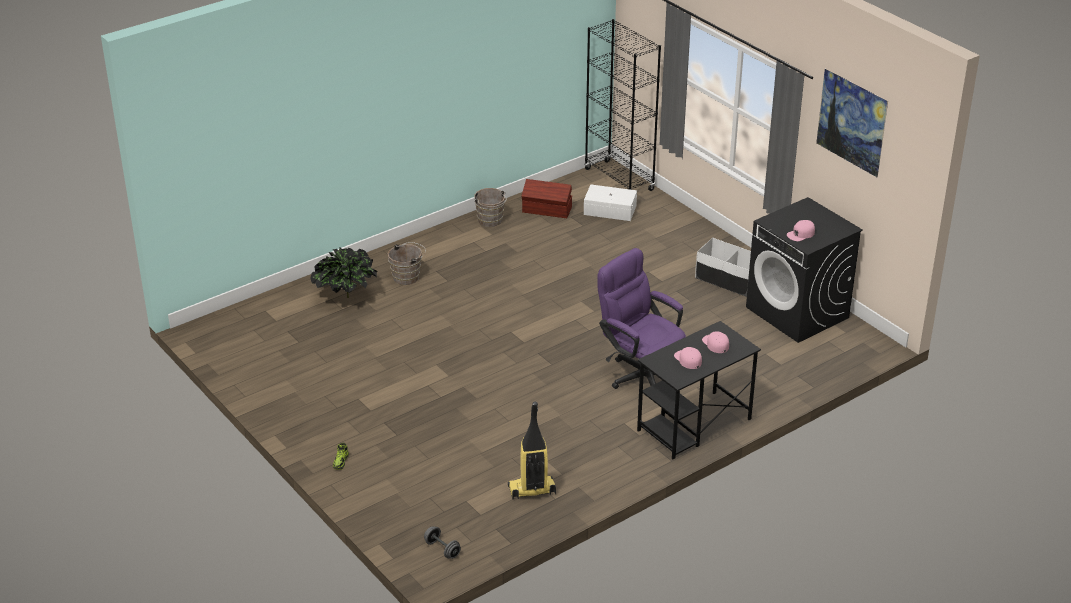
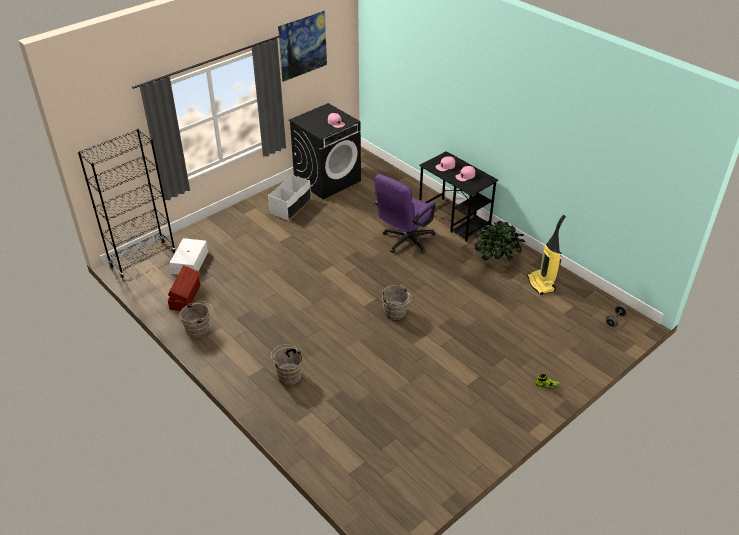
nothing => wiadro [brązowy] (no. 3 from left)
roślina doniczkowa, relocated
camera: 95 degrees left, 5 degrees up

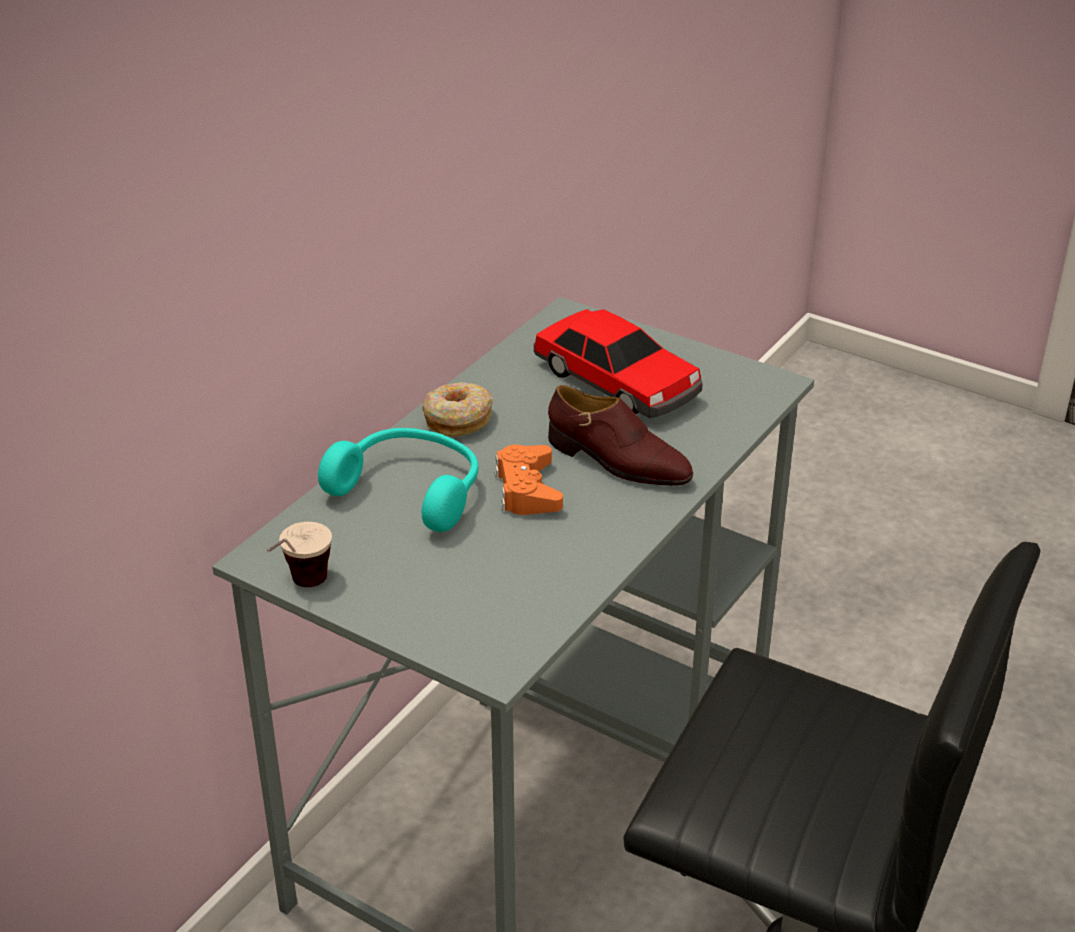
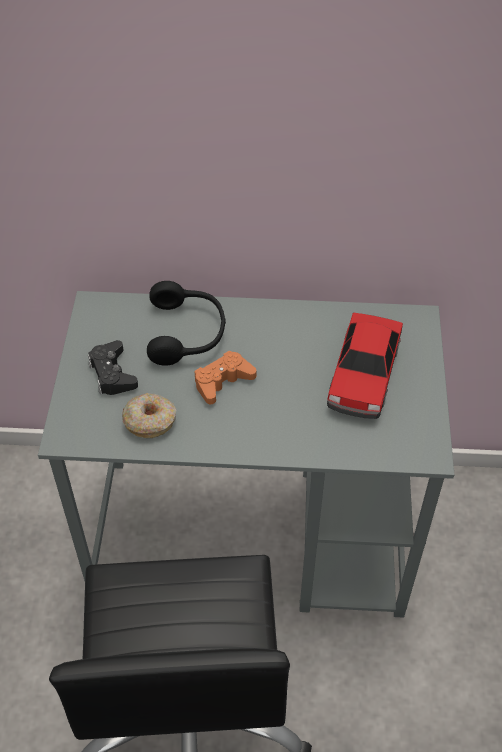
filiżanka => nothing
but [brązowy] => nothing
nothing => pad do gier [czarny]
donut, relocated
słuchawki [turkusowy] => słuchawki [czarny]
camera: 60 degrees right, 15 degrees up

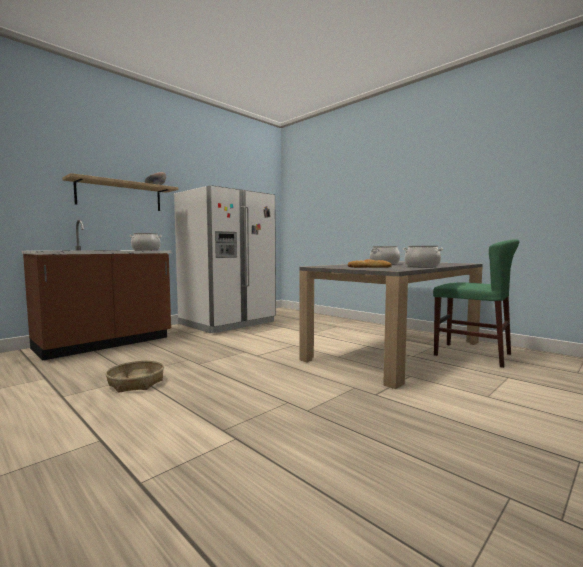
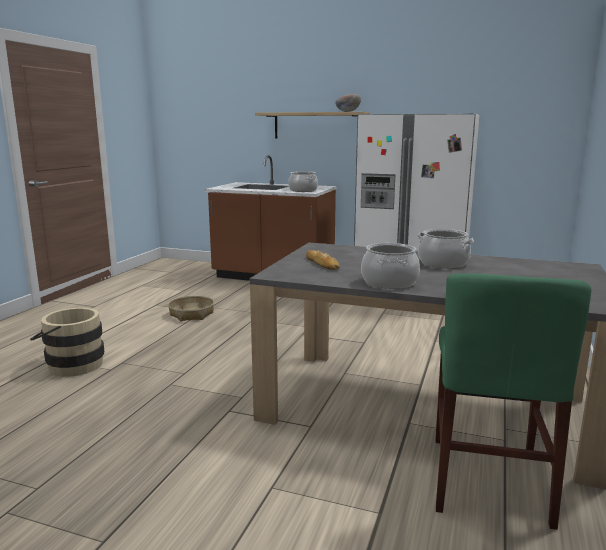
nothing => wiadro [beżowy]
camera: 65 degrees right, 10 degrees up

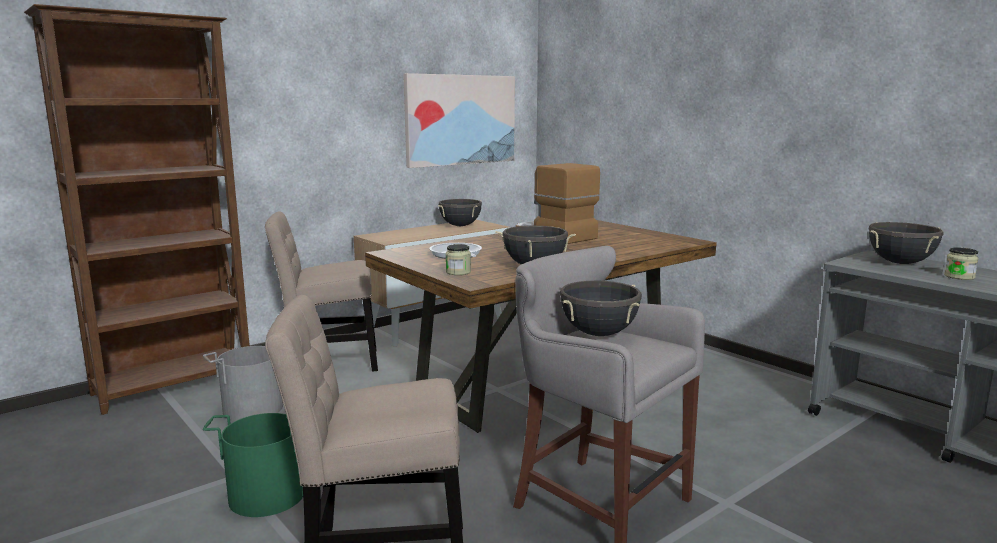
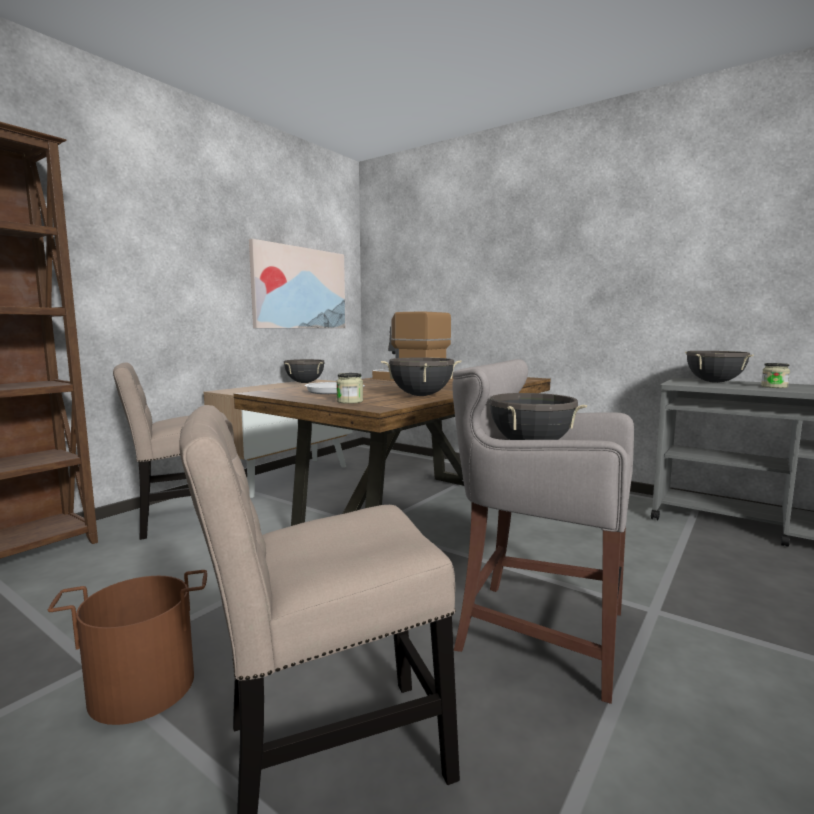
wiadro [szary] => nothing
wiadro [zielony] => wiadro [brązowy]
camera: 15 degrees left, 5 degrees down

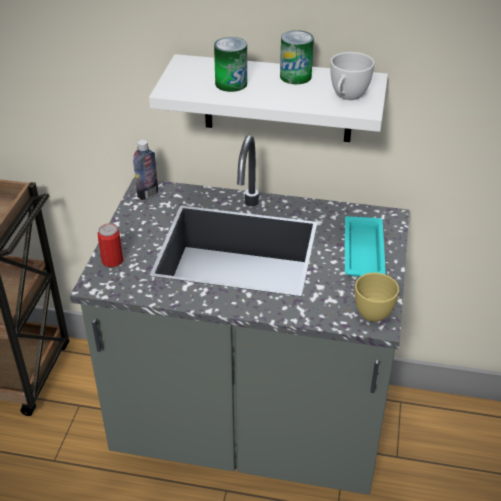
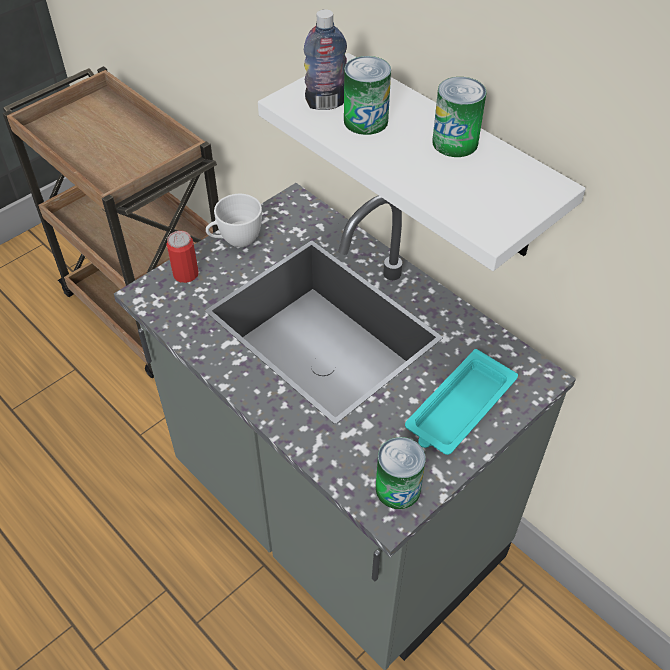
butelka, relocated
filiżanka [biały], relocated
filiżanka [żółty] => puszka (no. 3 from left)
camera: 35 degrees right, 10 degrees up

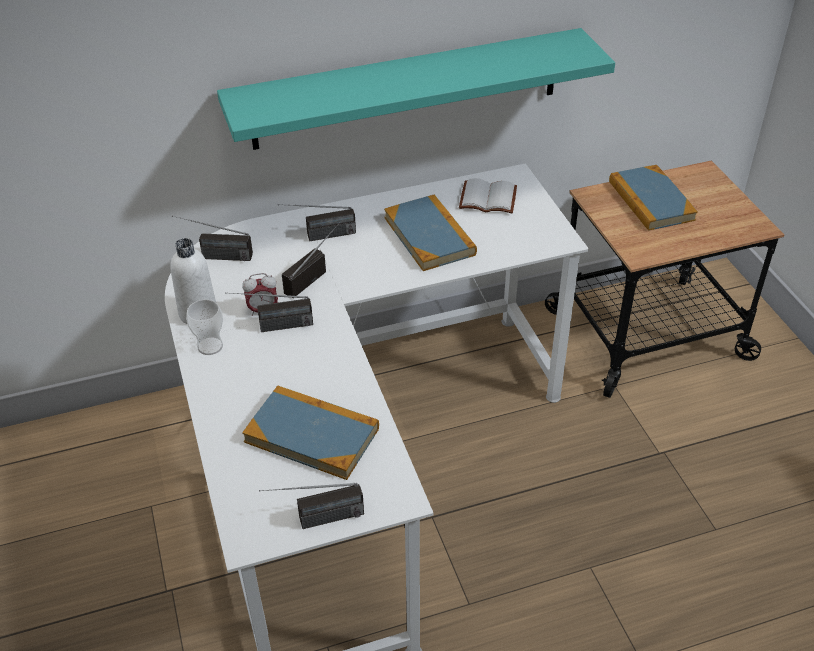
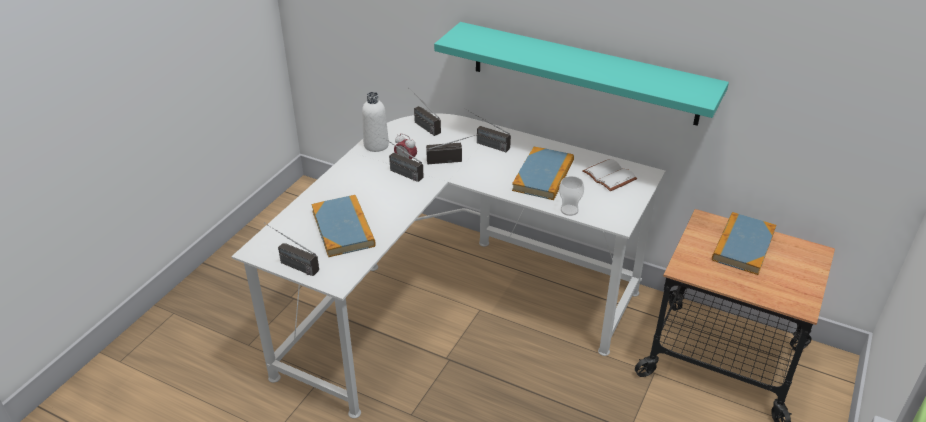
filiżanka, relocated
camera: 45 degrees right, 5 degrees down

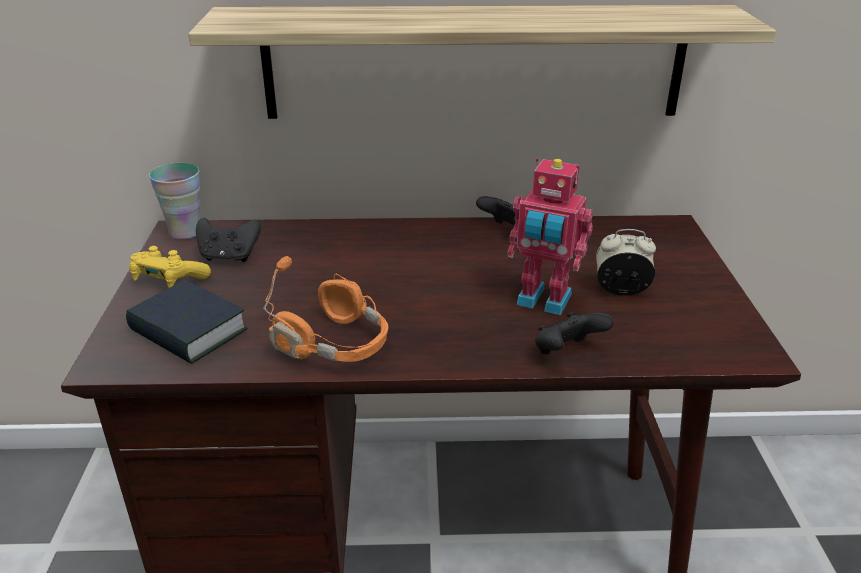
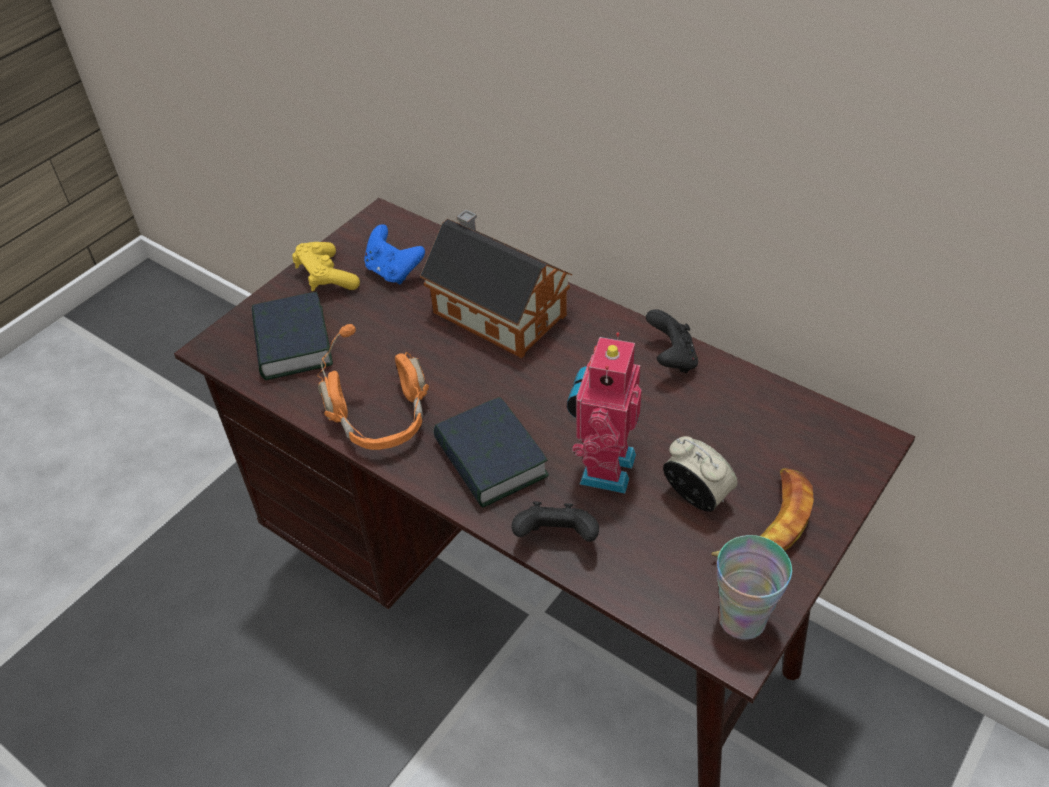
półka => nothing
nothing => domek
nothing => książka (no. 2 from left)
nothing => banan
filiżanka, relocated
pad do gier [czarny] (no. 1 from left) => pad do gier [niebieski]
robot zabawkowy, 45 degrees clockwise
camera: 40 degrees right, 15 degrees up

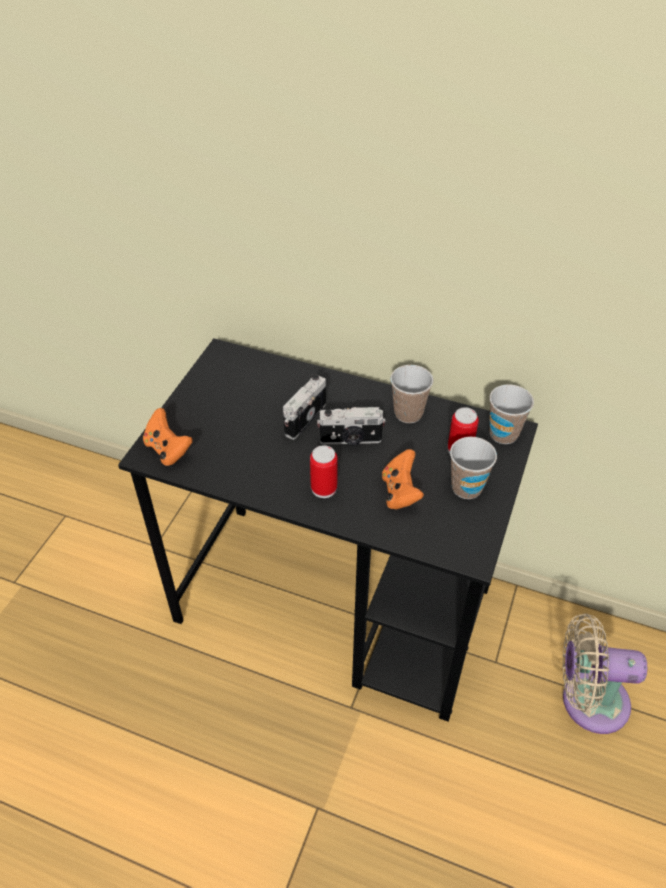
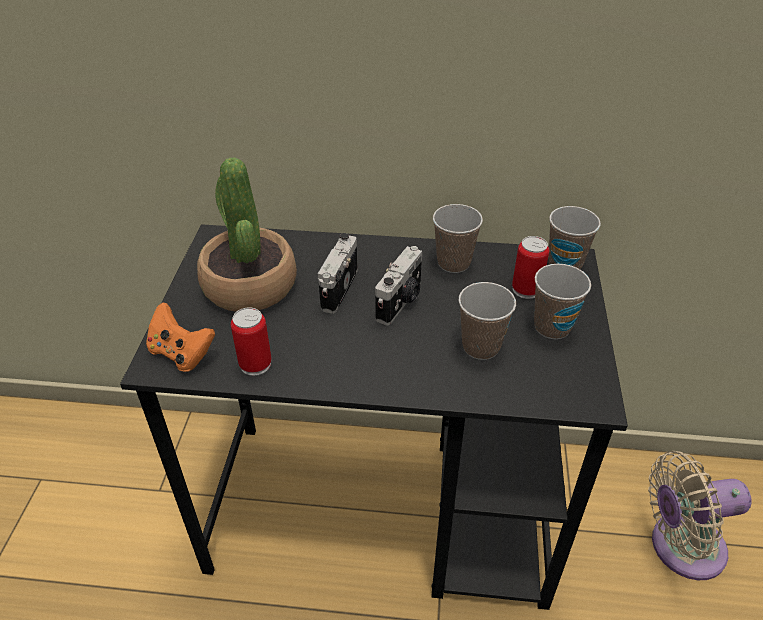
nothing => roślina doniczkowa
puszka (no. 1 from left), relocated
pad do gier [pomarańczowy] (no. 2 from left) => filiżanka (no. 2 from left)
aparat fotograficzny (no. 2 from left), 45 degrees counterclockwise
camera: 15 degrees left, 5 degrees down

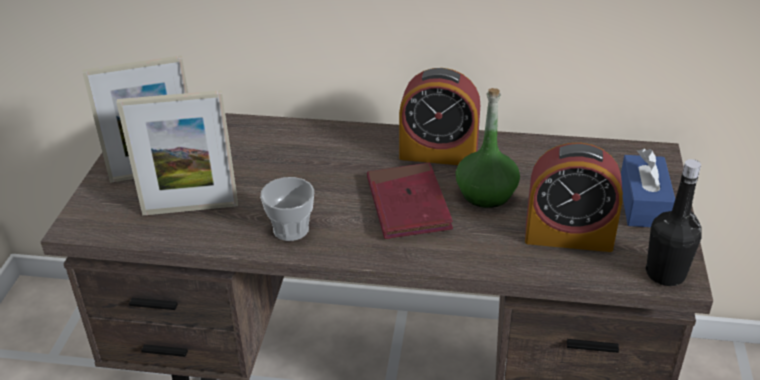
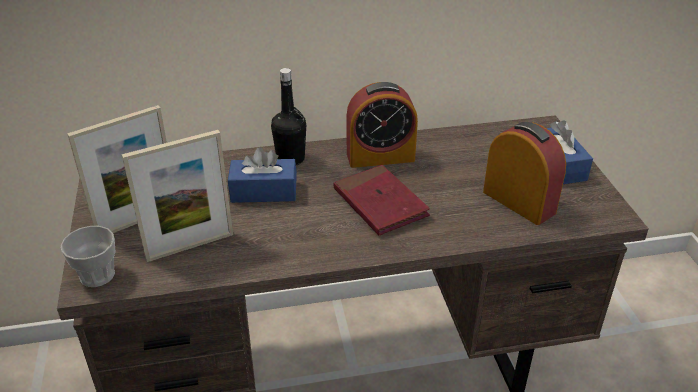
butelka [zielony] => nothing
nothing => pudełko chusteczek [niebieski] (no. 1 from left)
filiżanka, relocated
butelka [czarny], relocated
budzik (no. 2 from left), 120 degrees counterclockwise
camera: 20 degrees left, 0 degrees up

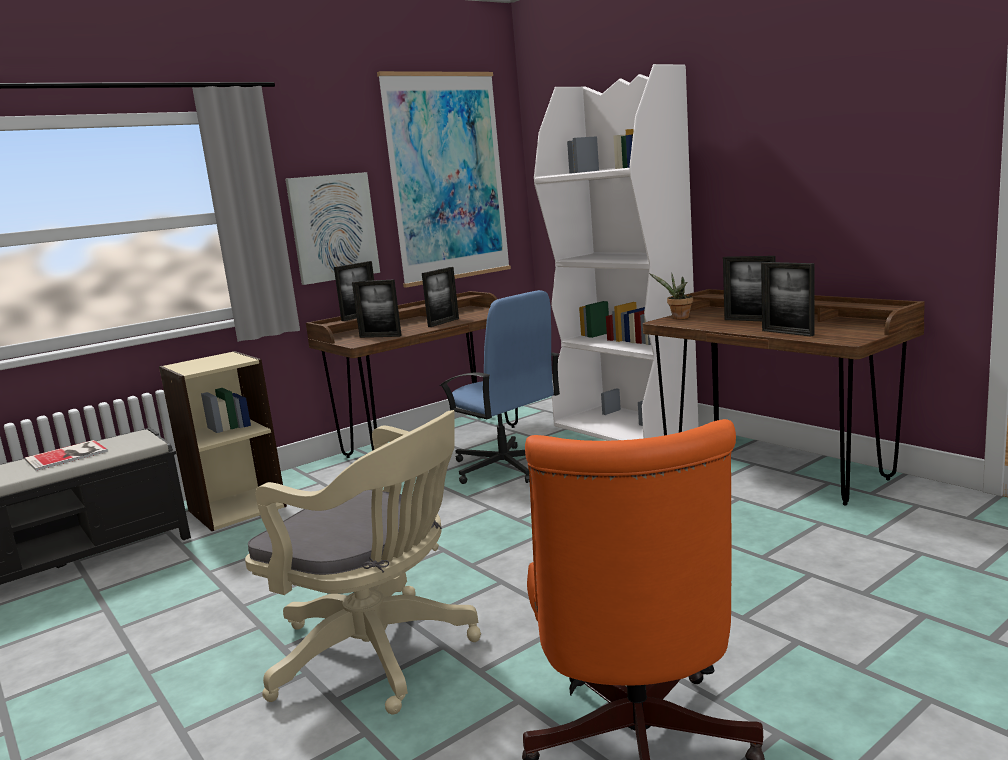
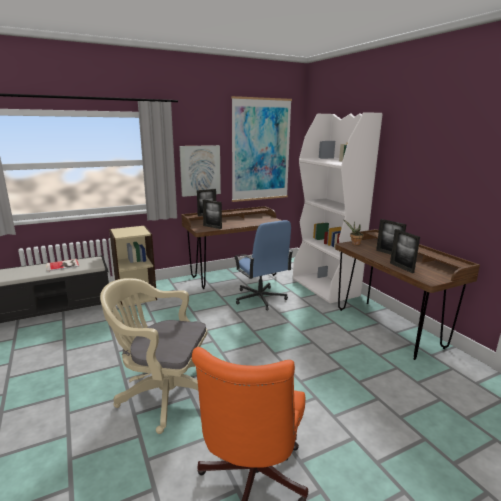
ramka na zdjęcie (no. 3 from left) => nothing
krzesło biurowe [beżowy], 150 degrees clockwise
camera: 10 degrees right, 5 degrees up

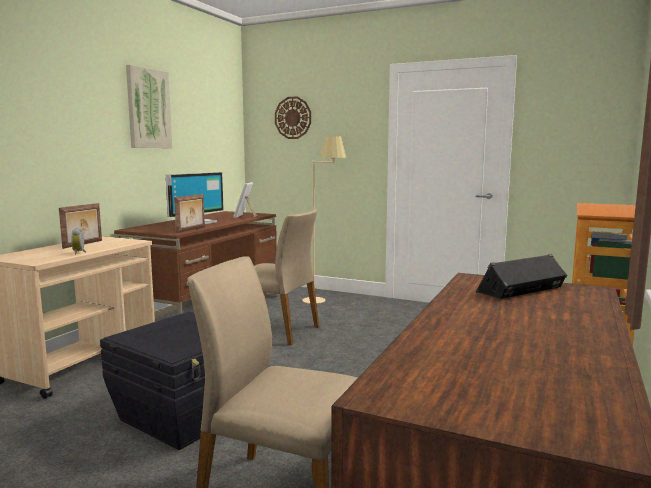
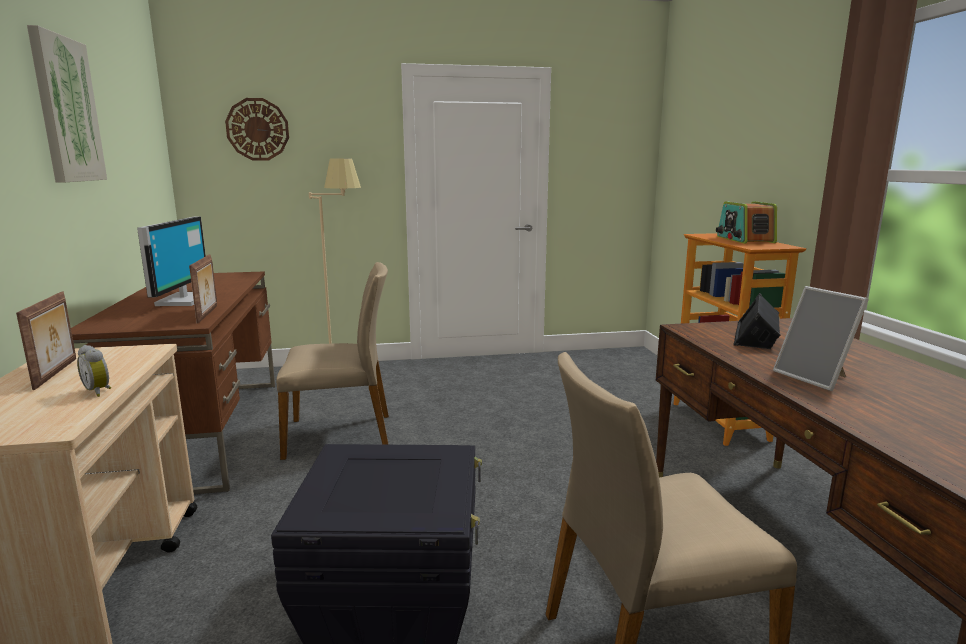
nothing => radio
ramka na zdjęcie (no. 3 from left), relocated
camera: 35 degrees left, 5 degrees up

